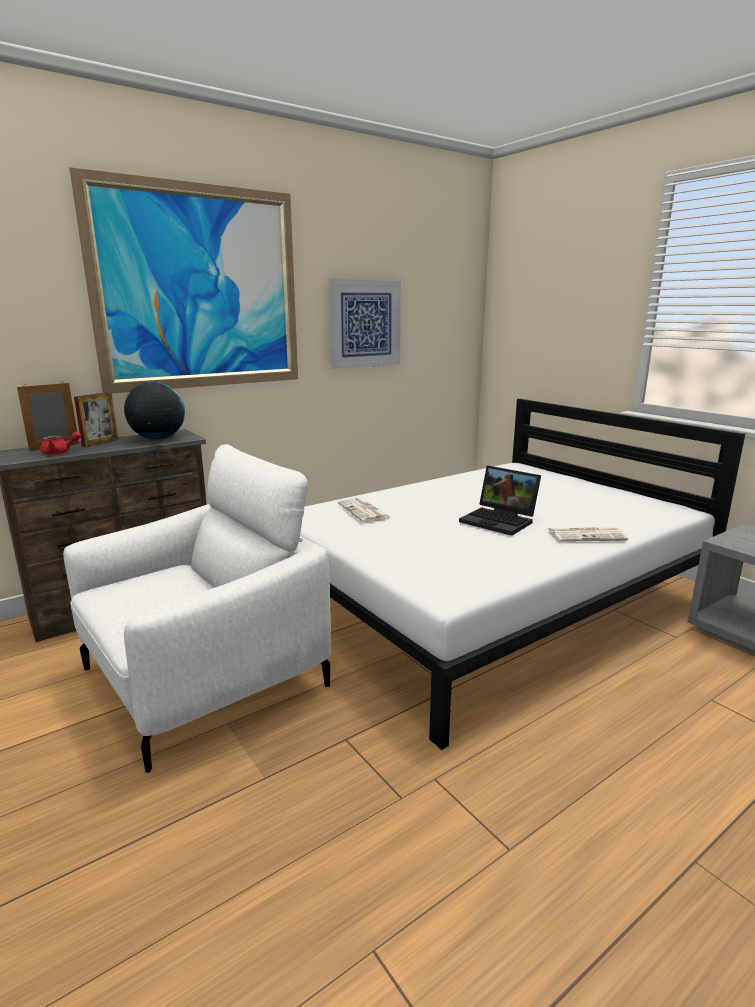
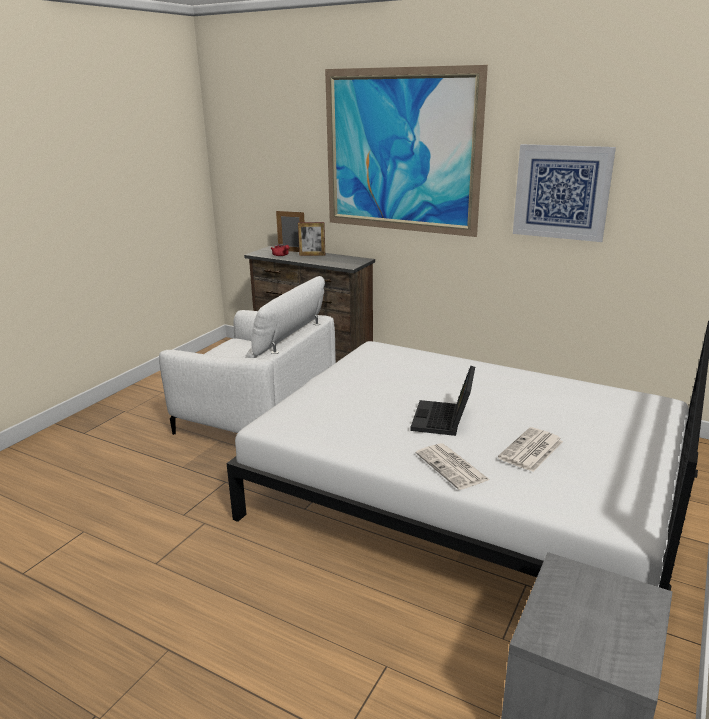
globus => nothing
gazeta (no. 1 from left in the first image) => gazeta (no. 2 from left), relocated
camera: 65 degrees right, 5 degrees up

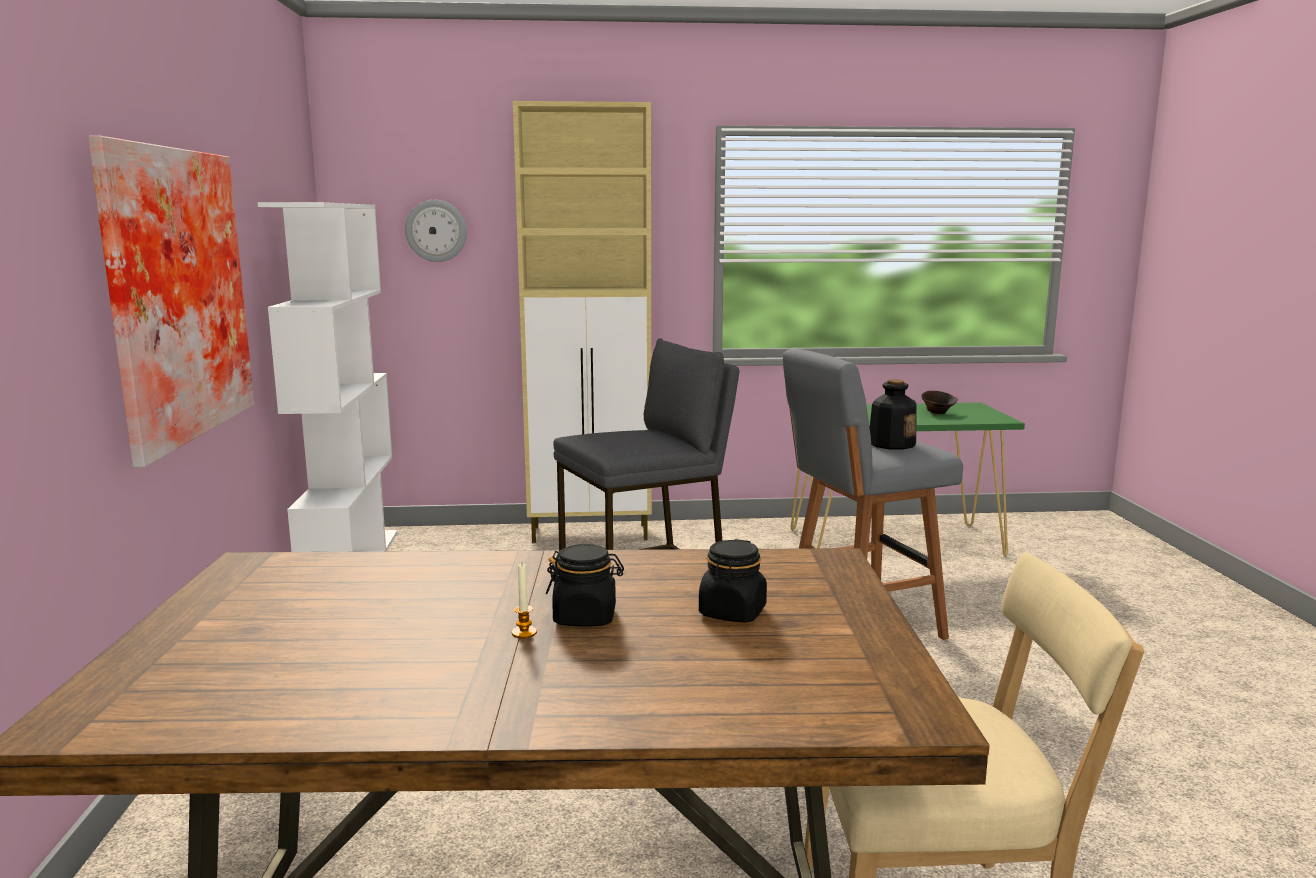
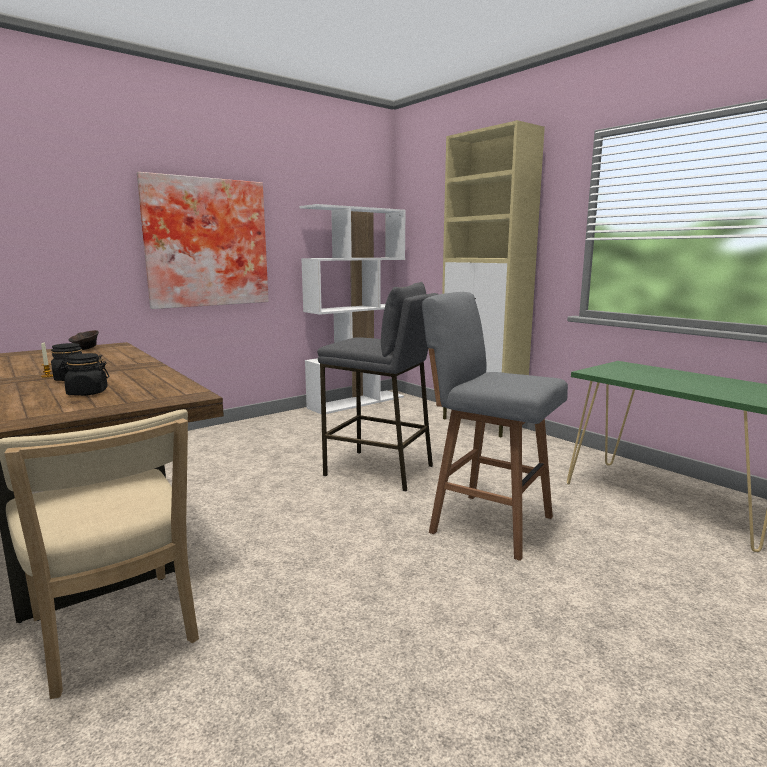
zegar ścienny => nothing
butelka => nothing
miska [brązowy], relocated
camera: 55 degrees right, 0 degrees up

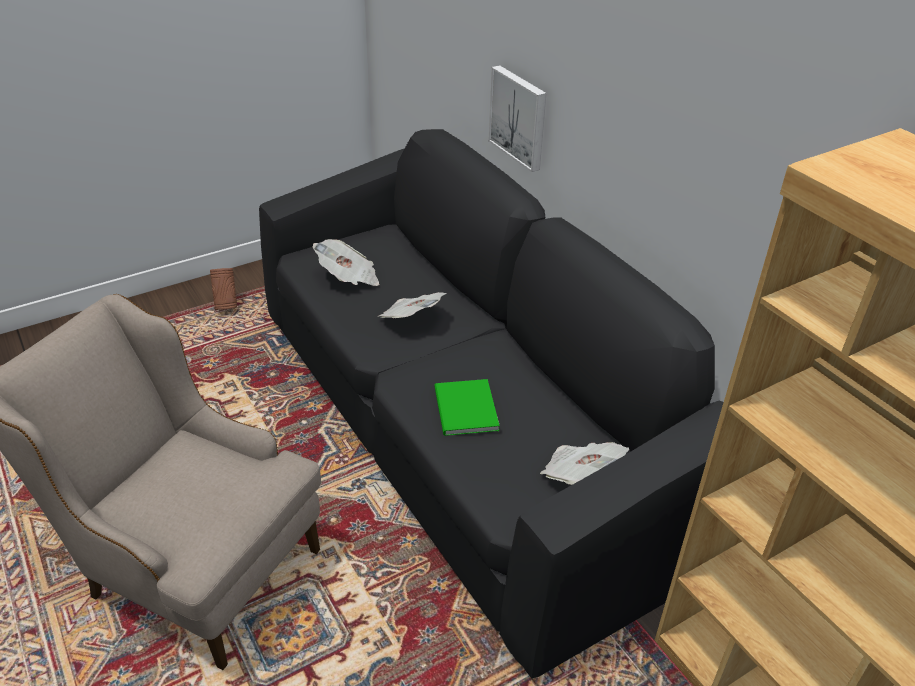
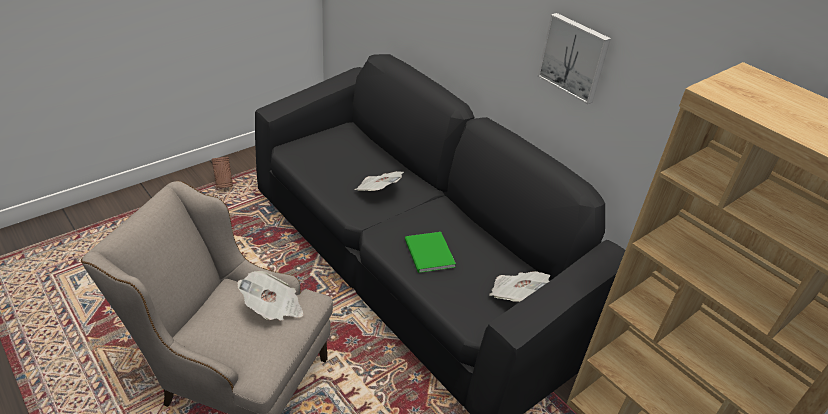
gazeta (no. 1 from left), relocated
obraz, relocated
camera: 10 degrees left, 0 degrees up

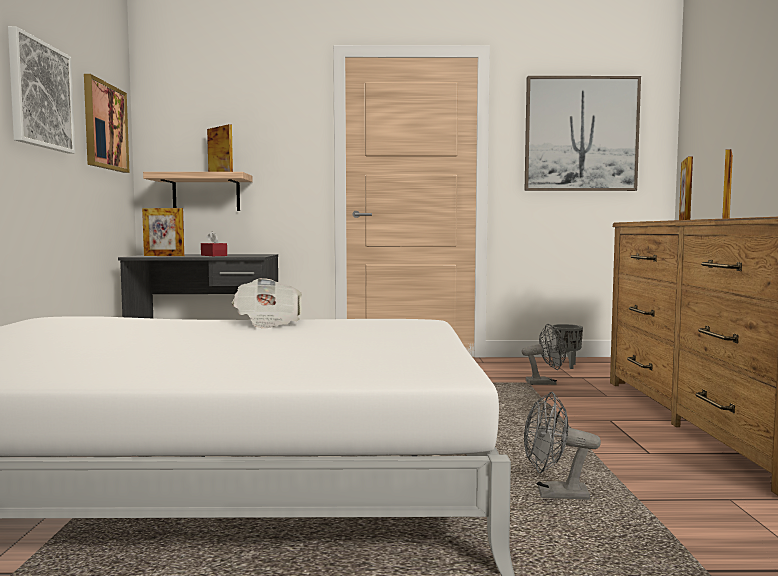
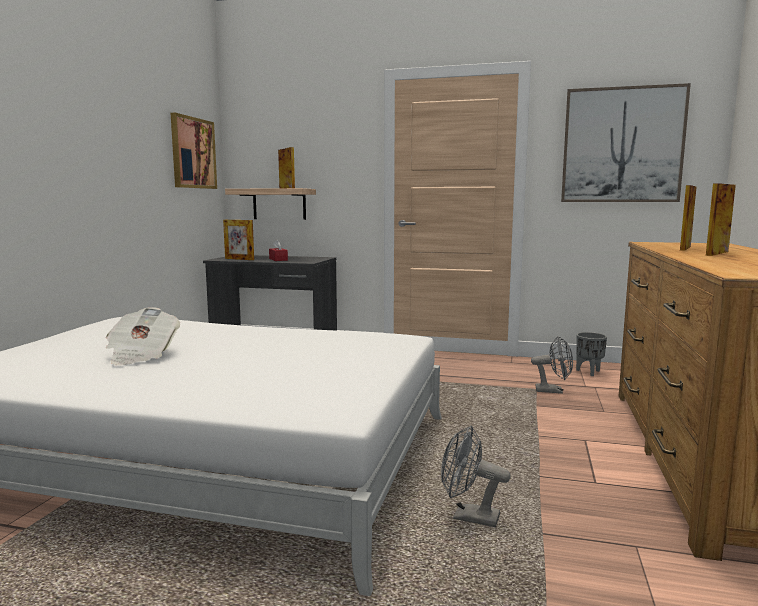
obraz (no. 1 from left) => nothing
gazeta, relocated
camera: 15 degrees right, 5 degrees up

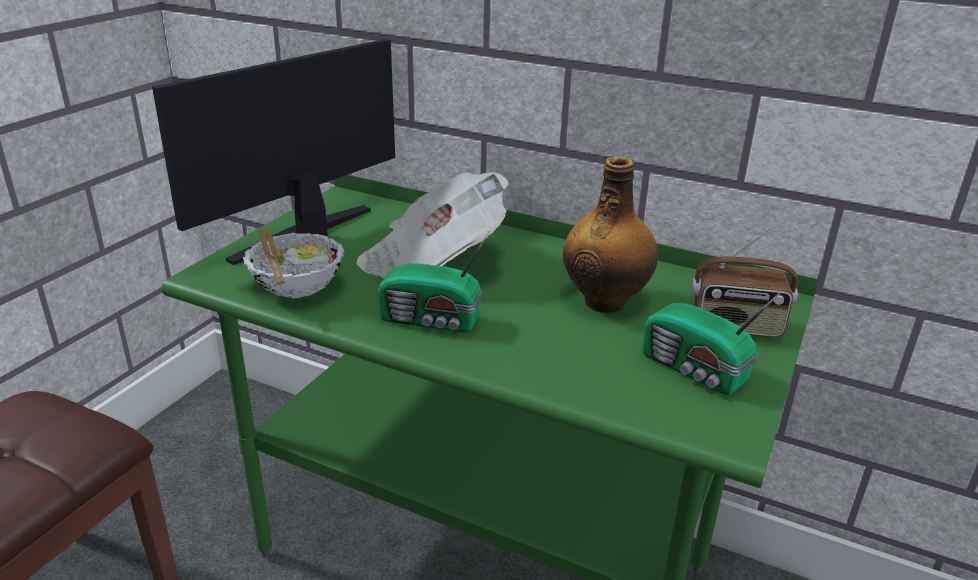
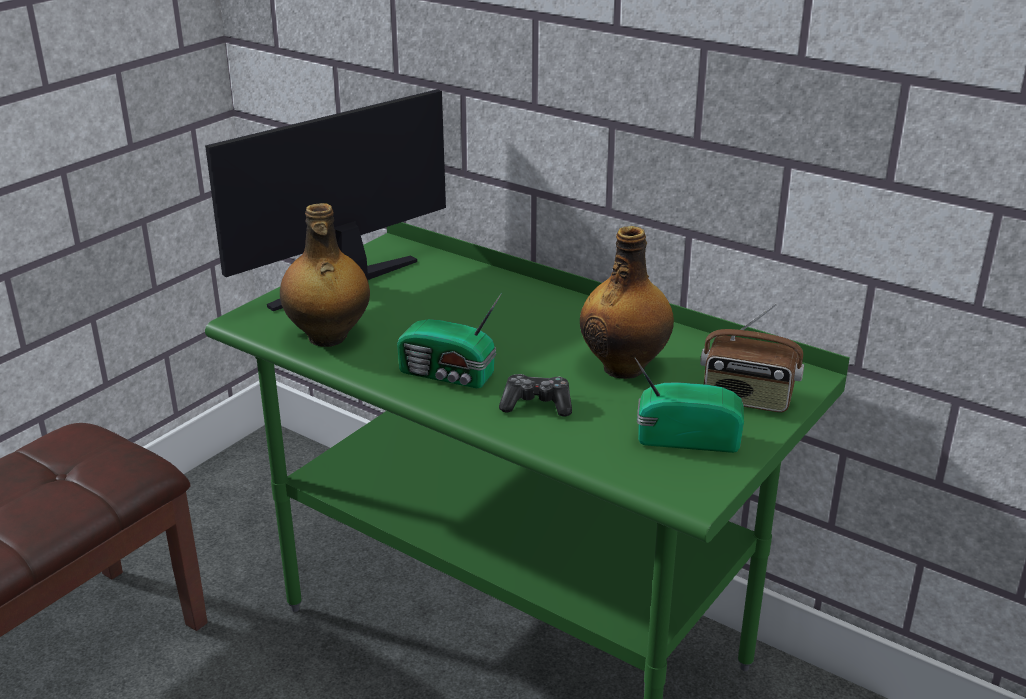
gazeta => nothing
nothing => pad do gier
miska => butelka (no. 1 from left)
radio (no. 2 from left), 135 degrees clockwise
camera: 10 degrees right, 0 degrees up

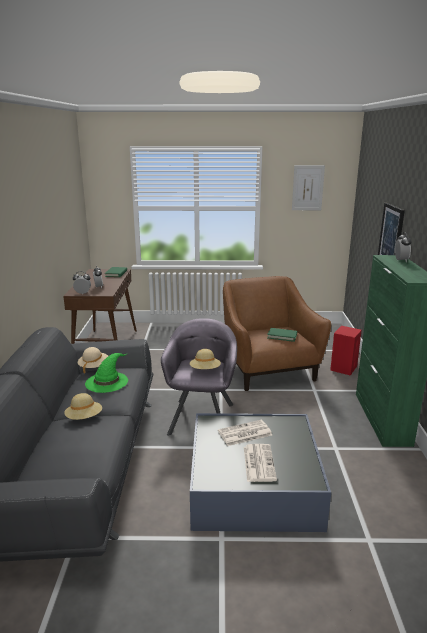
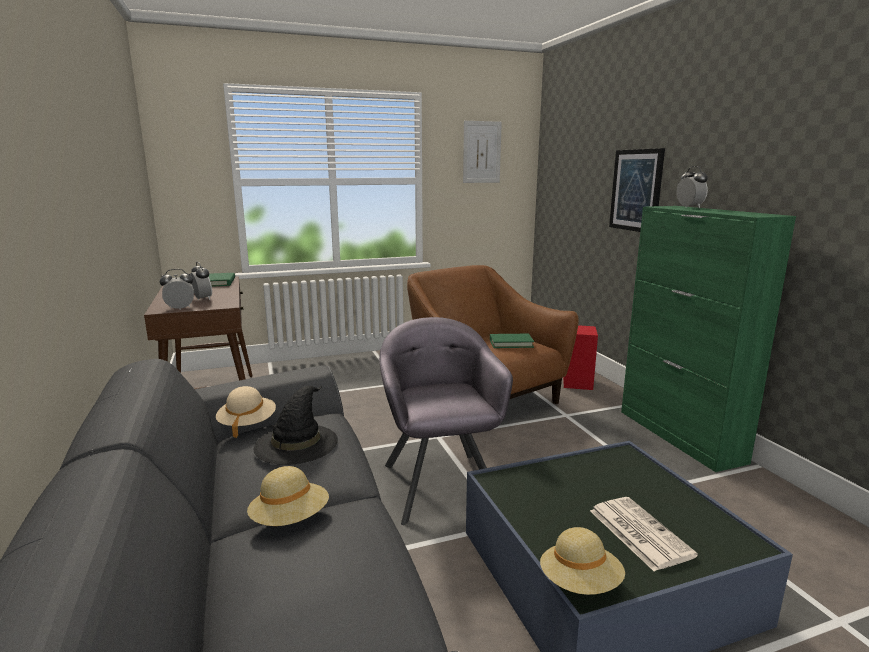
gazeta (no. 1 from left) => nothing
kapelusz [beżowy] (no. 3 from left), relocated
kapelusz [zielony] => kapelusz [czarny]
camera: 20 degrees left, 5 degrees down

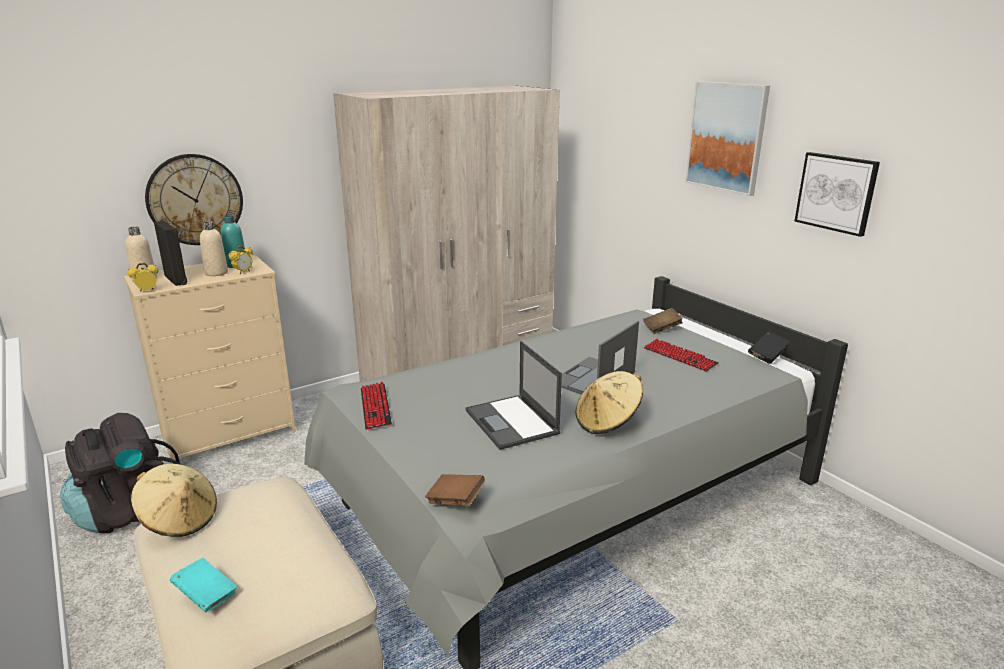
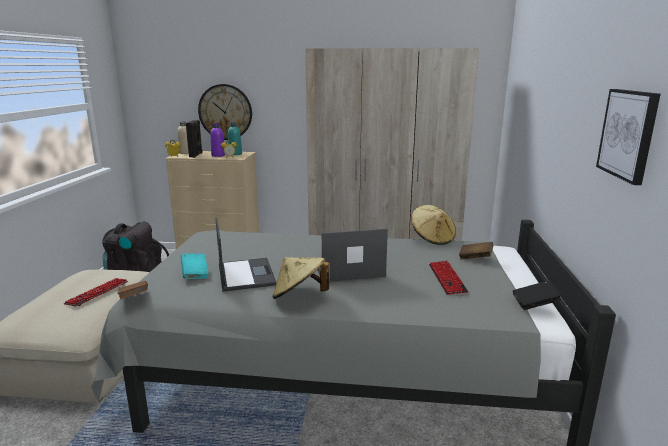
obraz (no. 1 from left) => nothing
kapelusz [beżowy] (no. 1 from left in the first image) => kapelusz [beżowy] (no. 2 from left), relocated
książka [turkusowy], relocated
klawiatura (no. 1 from left), relocated
butelka [beżowy] (no. 2 from left) => butelka [fioletowy]
laptop (no. 1 from left), 150 degrees clockwise
camera: 40 degrees right, 5 degrees down

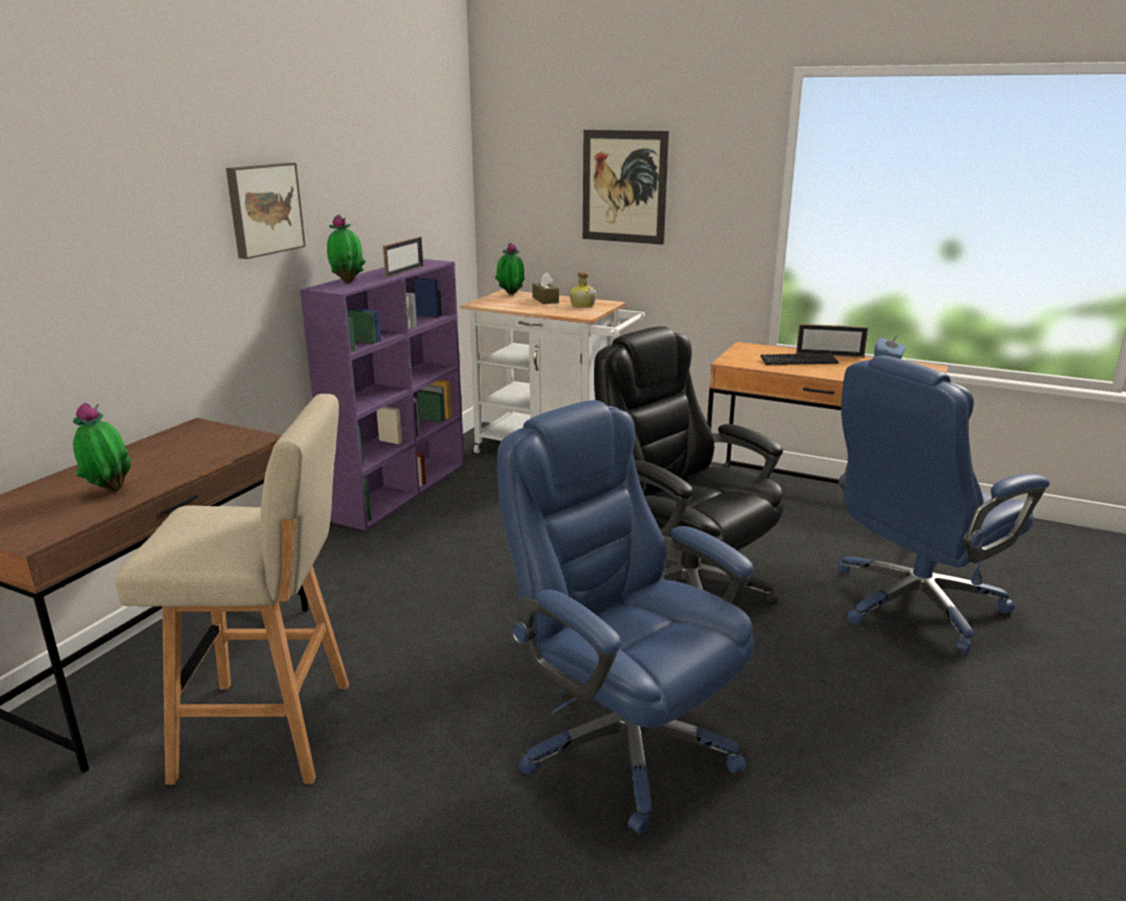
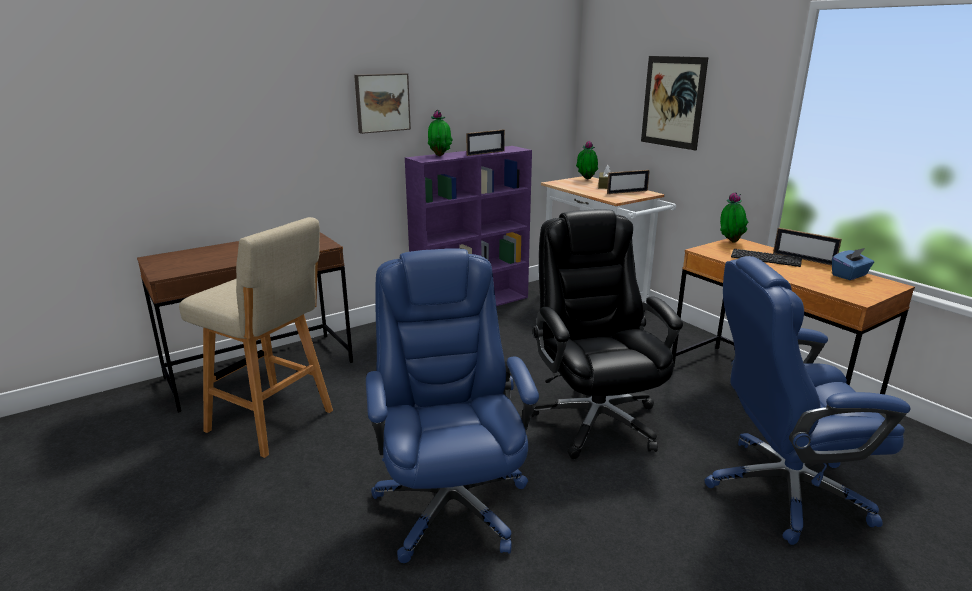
roślina doniczkowa (no. 1 from left in the first image) => roślina doniczkowa (no. 3 from left), relocated
butelka => ramka na zdjęcie (no. 2 from left)
camera: 30 degrees right, 0 degrees up

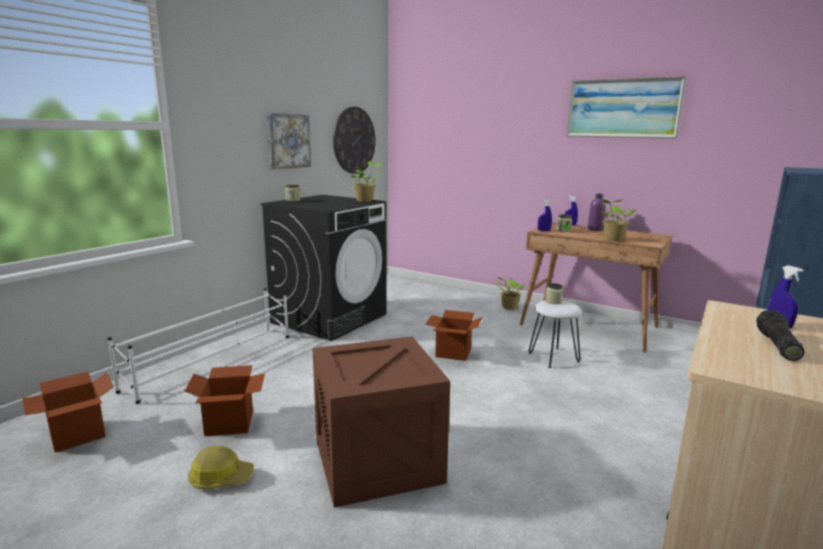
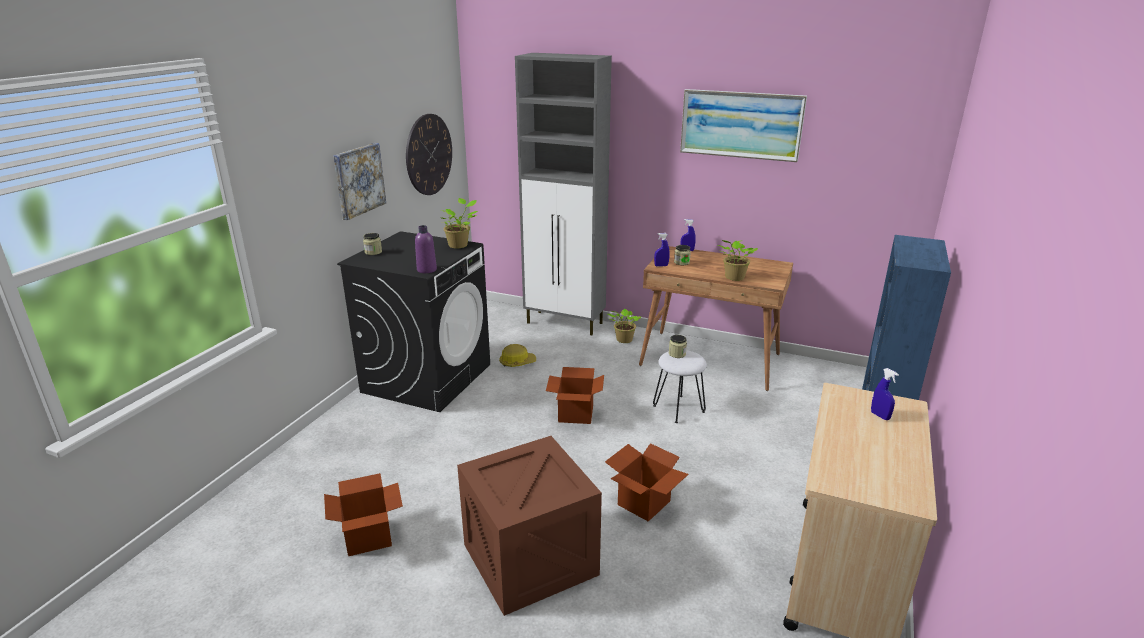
regał na buty [biały] => nothing
latarka => nothing
nothing => szafka [szary]
karton (no. 1 from left in the first image) => karton (no. 3 from left), relocated
kask, relocated
butelka [fioletowy], relocated
camera: 10 degrees left, 10 degrees up

